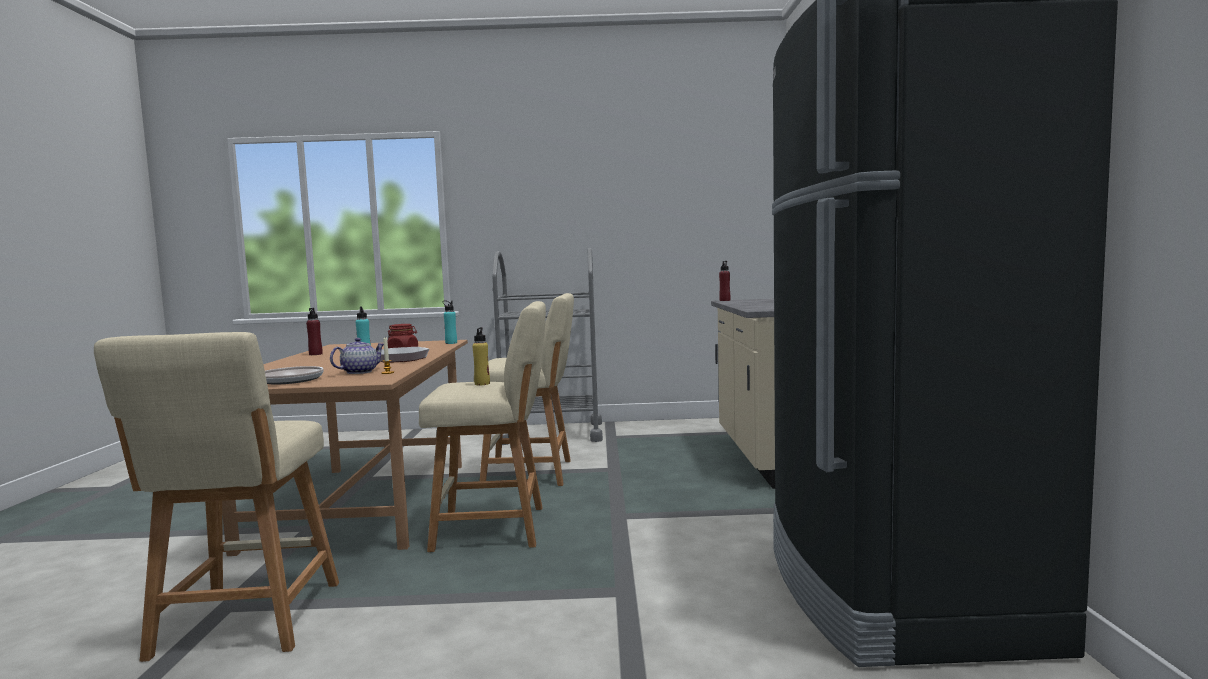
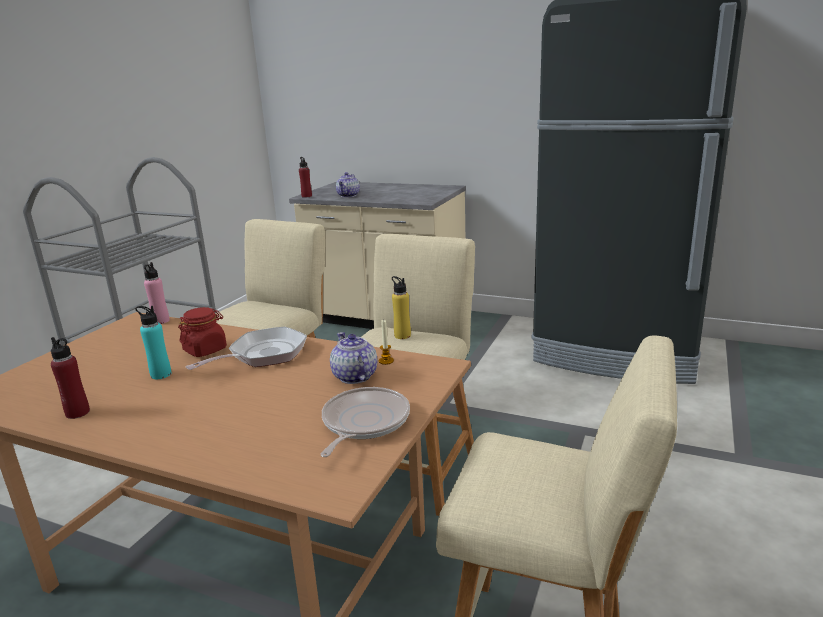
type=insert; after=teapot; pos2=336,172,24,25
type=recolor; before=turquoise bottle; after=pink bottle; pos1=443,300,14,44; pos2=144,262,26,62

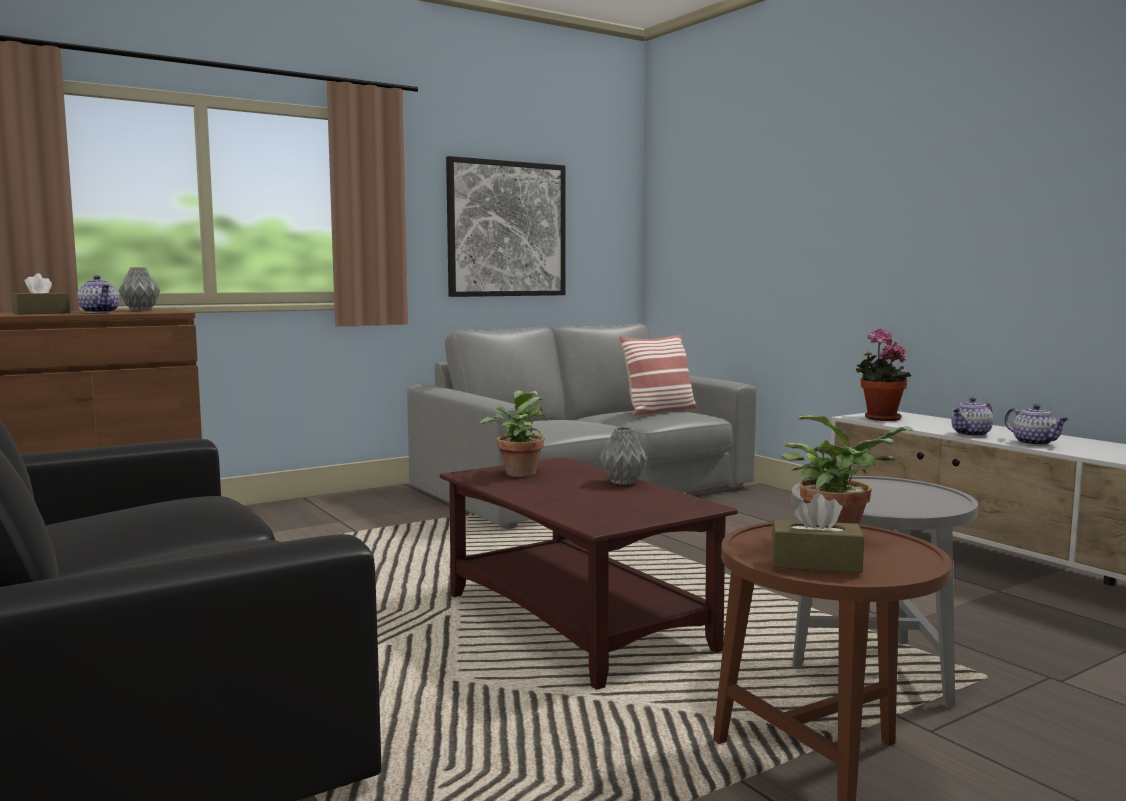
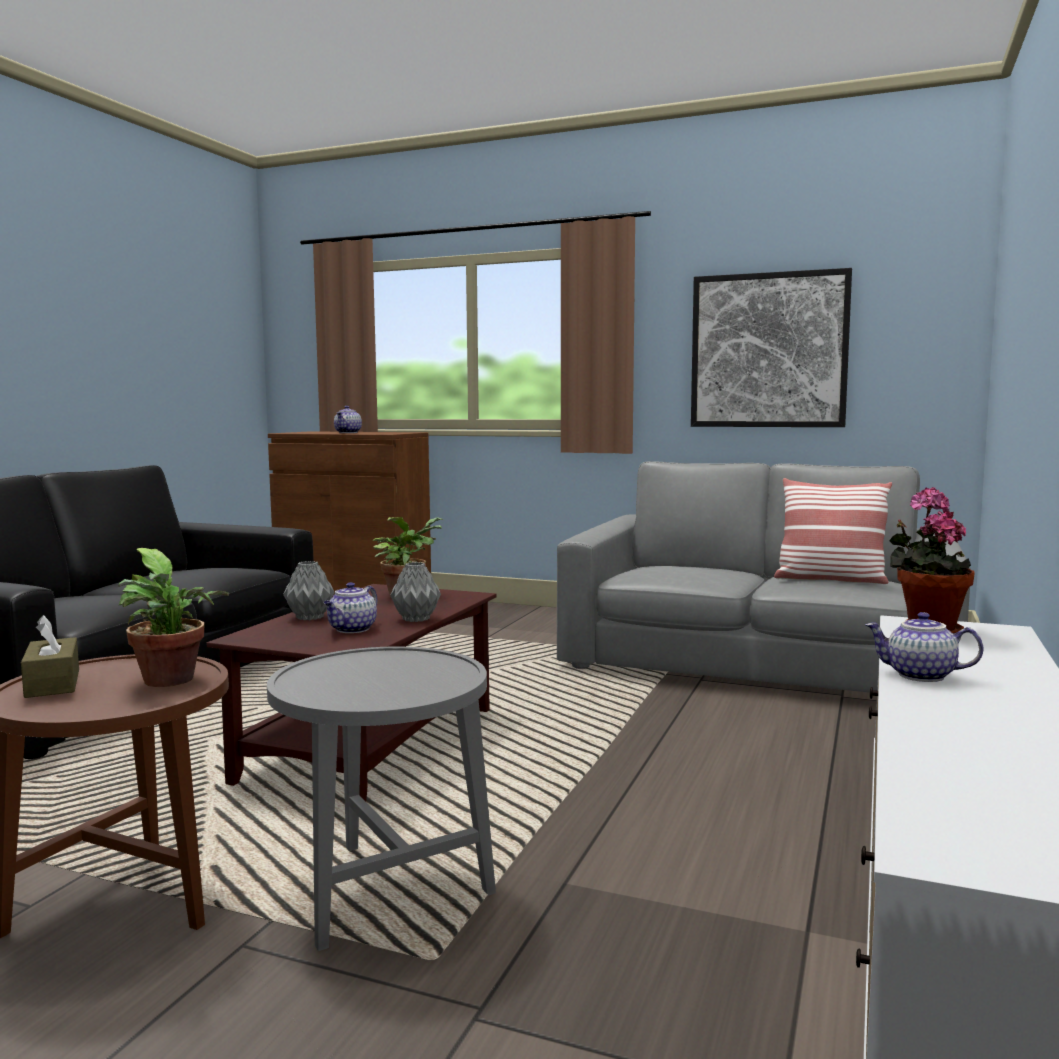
type=delete; before=brown tissue box; pos1=11,273,59,42
type=move; before=grey vase; pos1=119,267,41,44; pos2=283,561,52,59
type=move; before=teapot; pos1=1005,404,63,41; pos2=324,582,53,51

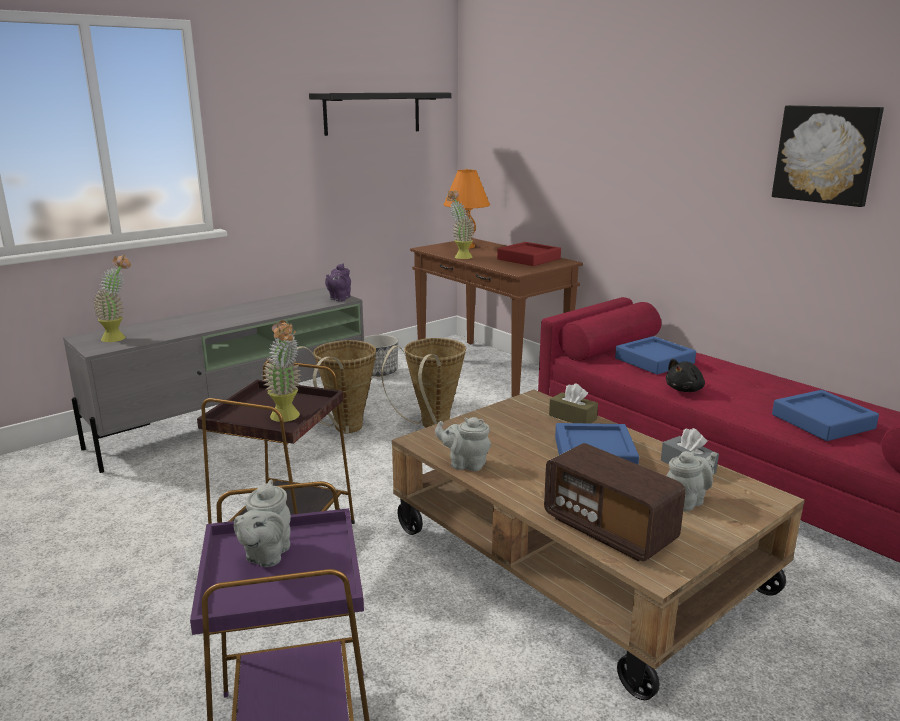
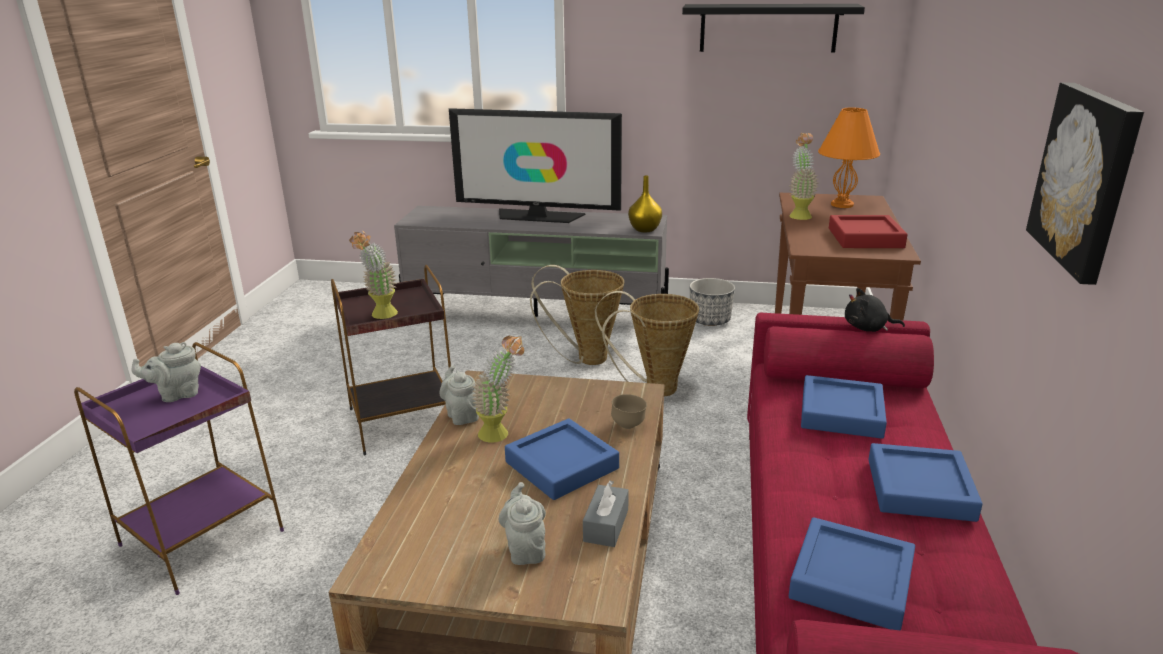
type=delete; before=radio; pos1=544,443,142,118
type=insert; after=television; pos2=449,108,173,115
type=insert; after=blue tray; pos2=868,443,114,79
type=move; before=potted plant; pos1=93,255,38,87; pos2=472,336,52,107
type=move; before=black plush toy; pos1=666,359,39,33; pos2=845,288,60,44
type=replace; before=purple teapot; after=yellow vase; pos1=325,264,26,37; pos2=628,175,34,57
type=replace; before=brown tissue box; after=brown bowl; pos1=549,383,49,40; pos2=611,394,36,35
type=rotate; before=grey teapot; pos1=667,451,50,60; pos2=498,482,48,83; turn=-120

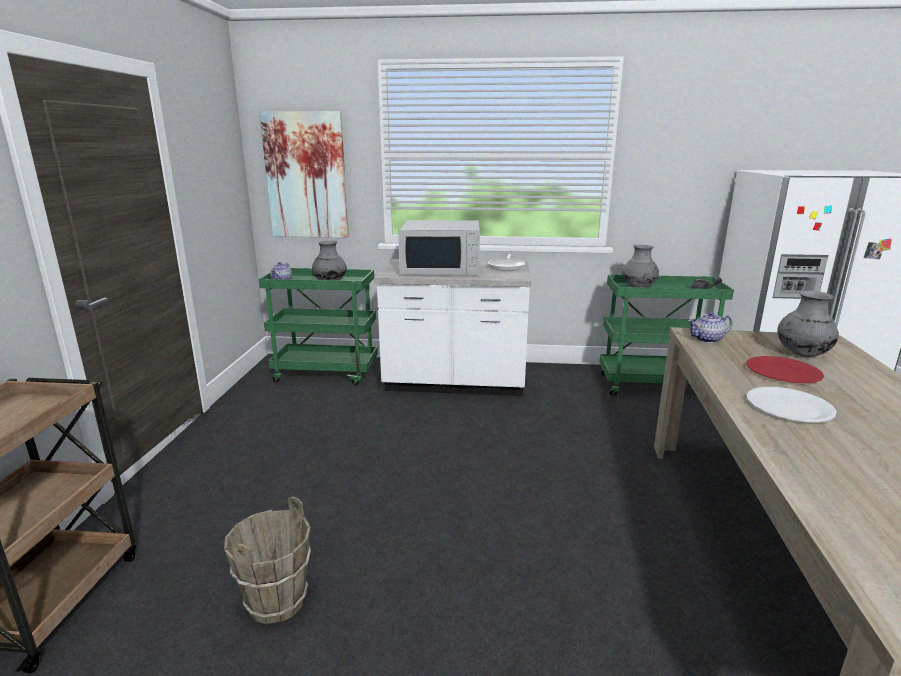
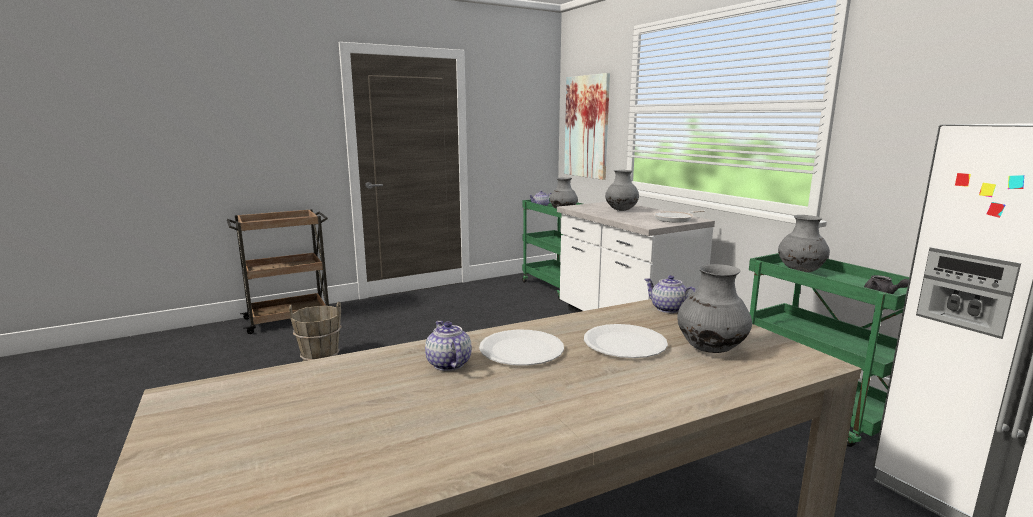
type=insert; after=teapot; pos2=425,321,47,50
type=replace; before=white microwave; after=grey vase; pos1=398,220,82,55; pos2=605,170,34,41
type=recolor; before=red plate; after=white plate; pos1=746,356,78,27; pos2=584,324,84,34

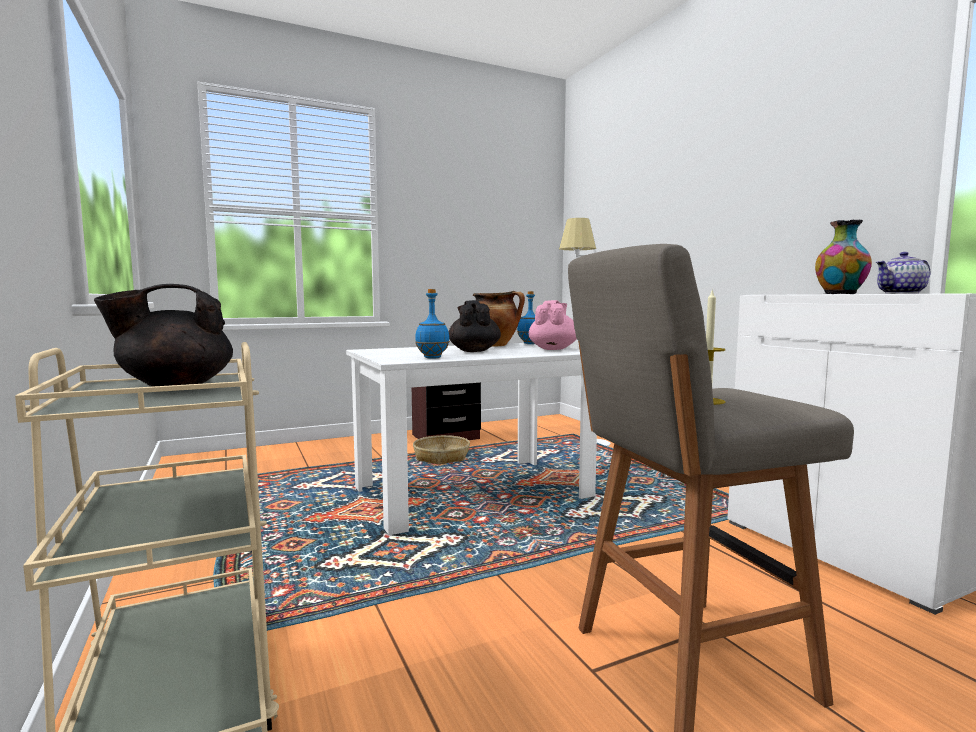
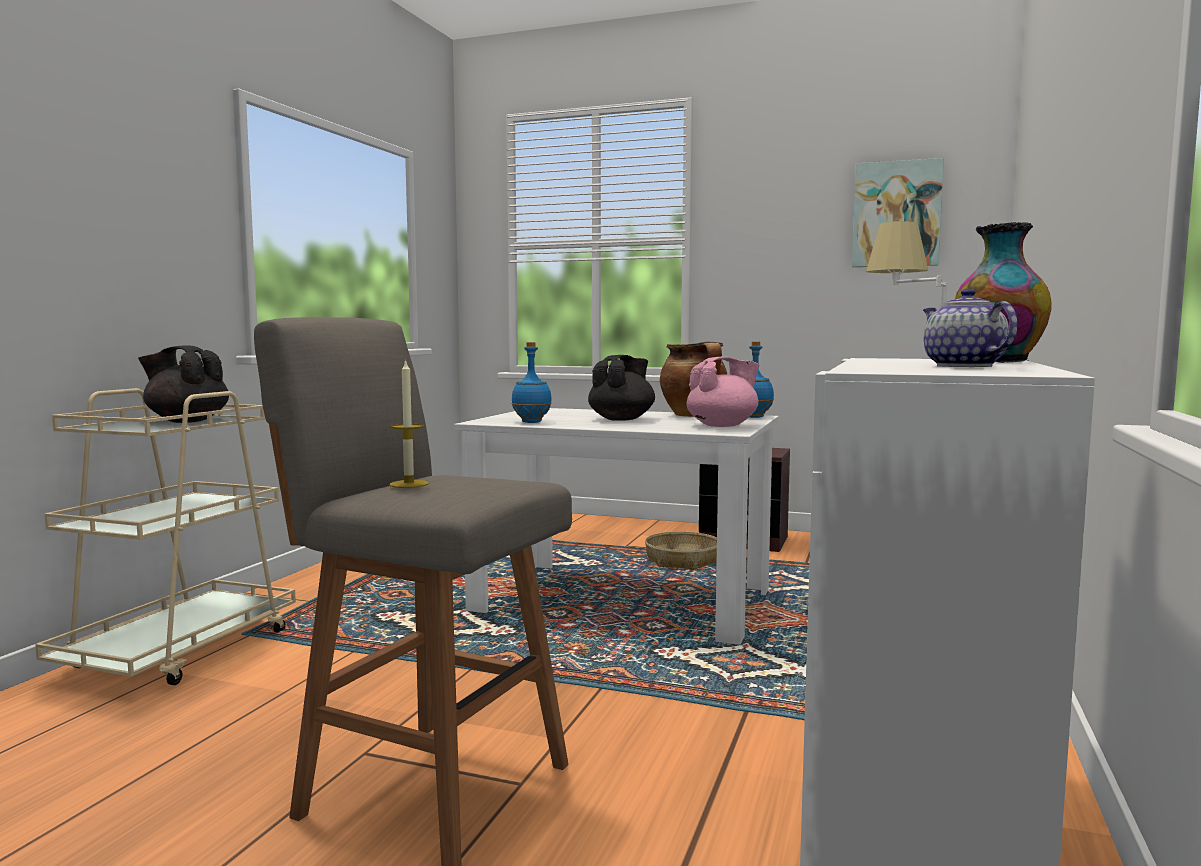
type=insert; after=picture; pos2=852,158,92,109
type=rotate; before=teapot; pos1=876,252,55,42; pos2=923,288,95,79; turn=45

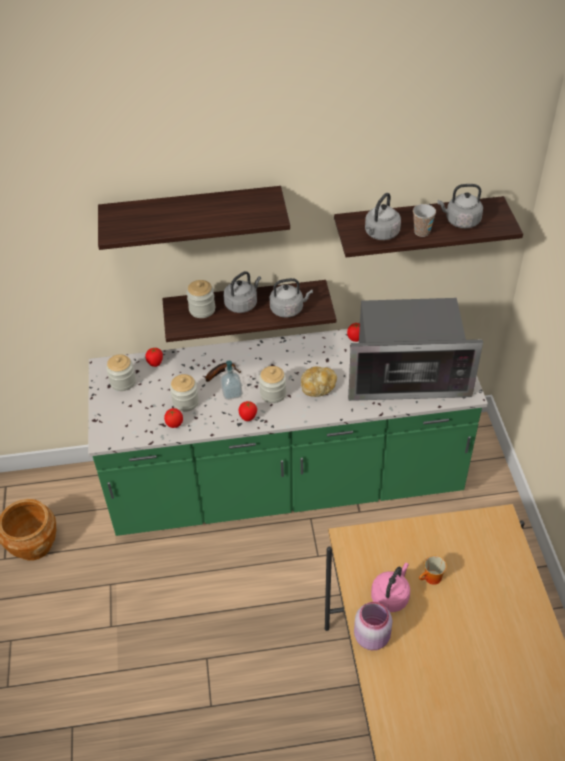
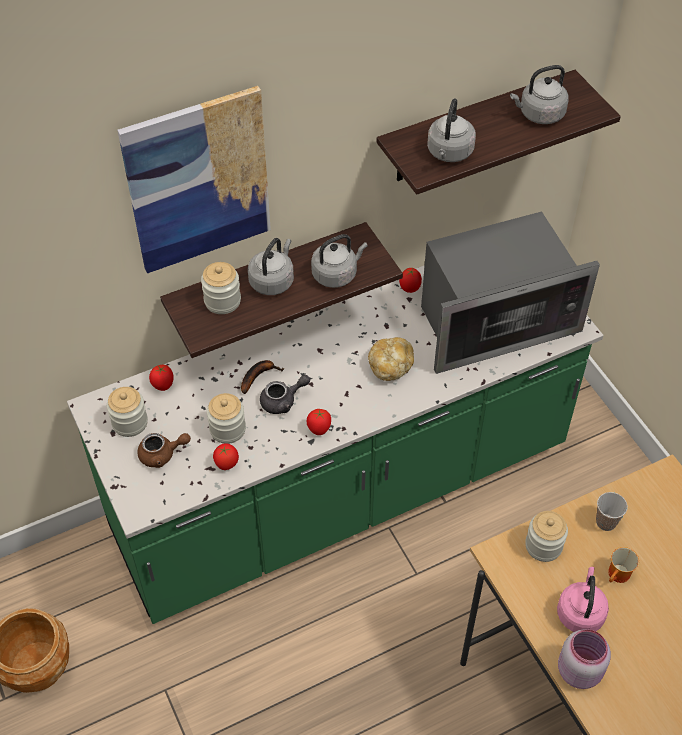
type=insert; after=brown teapot; pos2=138,433,53,35
type=move; before=jar; pos1=259,366,27,37; pos2=525,511,43,51
type=move; before=cup; pos1=413,204,23,33; pos2=596,492,32,39
type=replace; before=shelf; after=picture; pos1=98,186,192,64; pos2=117,86,154,187
type=replace; before=soap dispenser; after=grey teapot; pos1=220,361,22,39; pos2=260,375,50,39

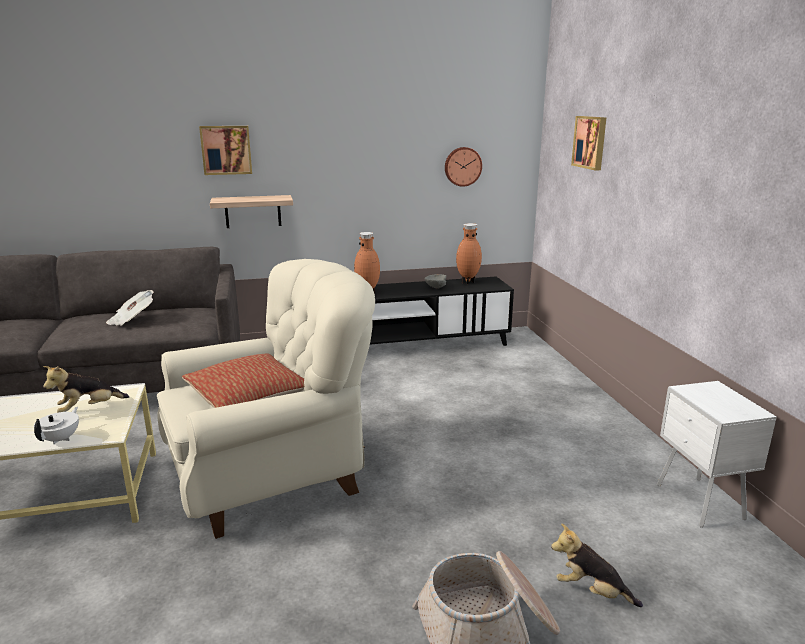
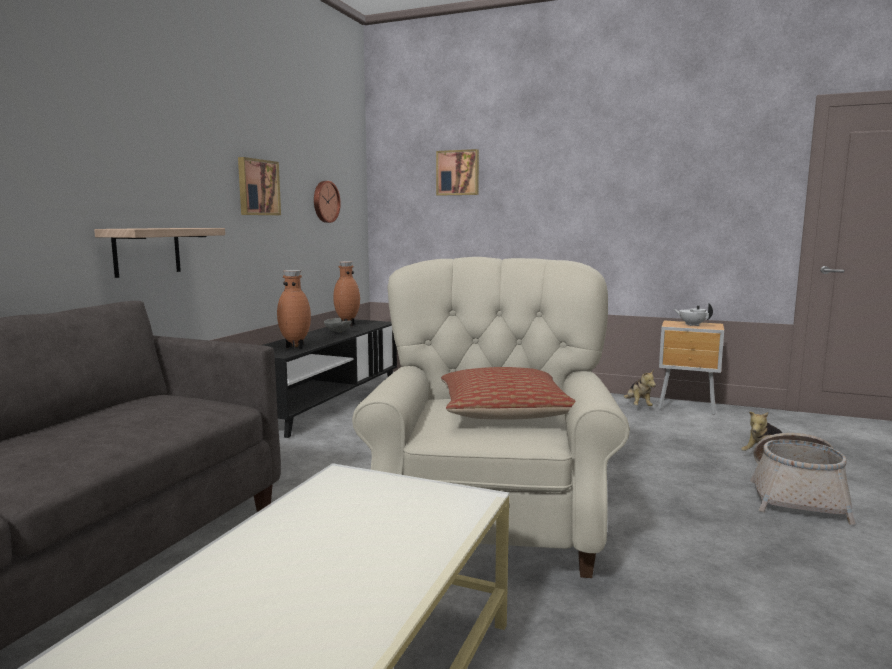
type=delete; before=newspaper; pos1=106,290,48,36
type=move; before=white teapot; pos1=34,407,45,37; pos2=674,303,39,23
type=move; before=plush toy; pos1=43,366,86,46; pos2=624,370,32,36
type=move; before=picture; pos1=199,126,53,49; pos2=238,157,43,58
type=recolor; before=white nightstand; after=brown nightstand; pos1=657,381,120,147; pos2=658,321,66,94

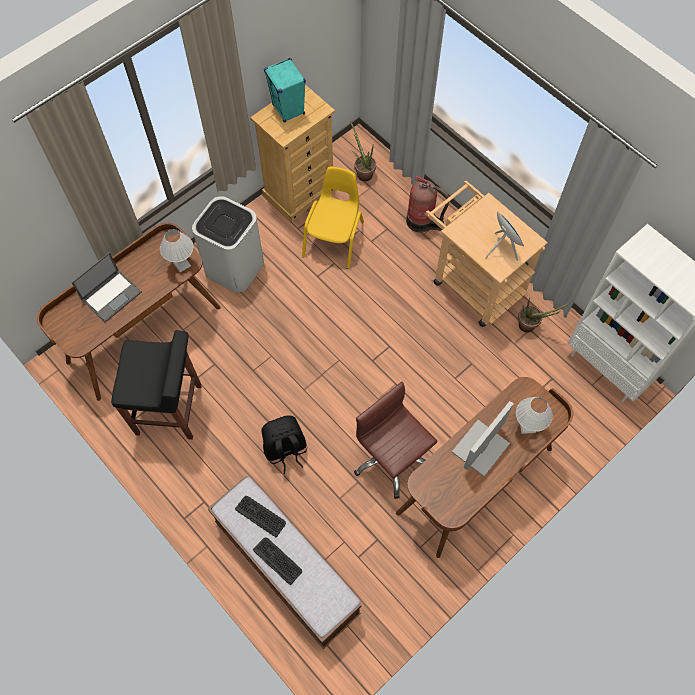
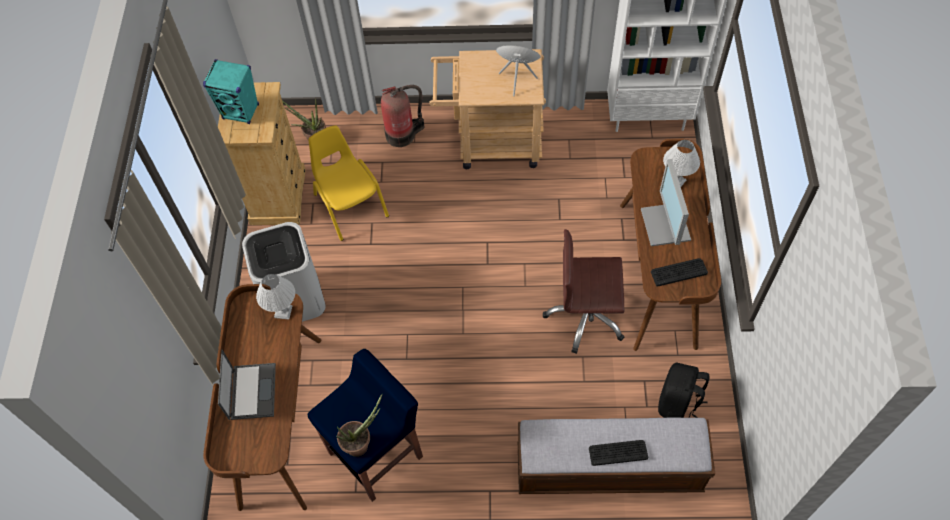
type=move; before=keyboard; pos1=235,496,51,41; pos2=651,258,57,29
type=move; before=black backpack; pos1=261,415,46,59; pos2=658,362,52,56
type=move; before=potted plant; pos1=518,298,52,35; pos2=336,394,46,63
type=recolor; before=black stool; after=blue stool; pos1=111,330,91,110; pos2=308,349,115,153

